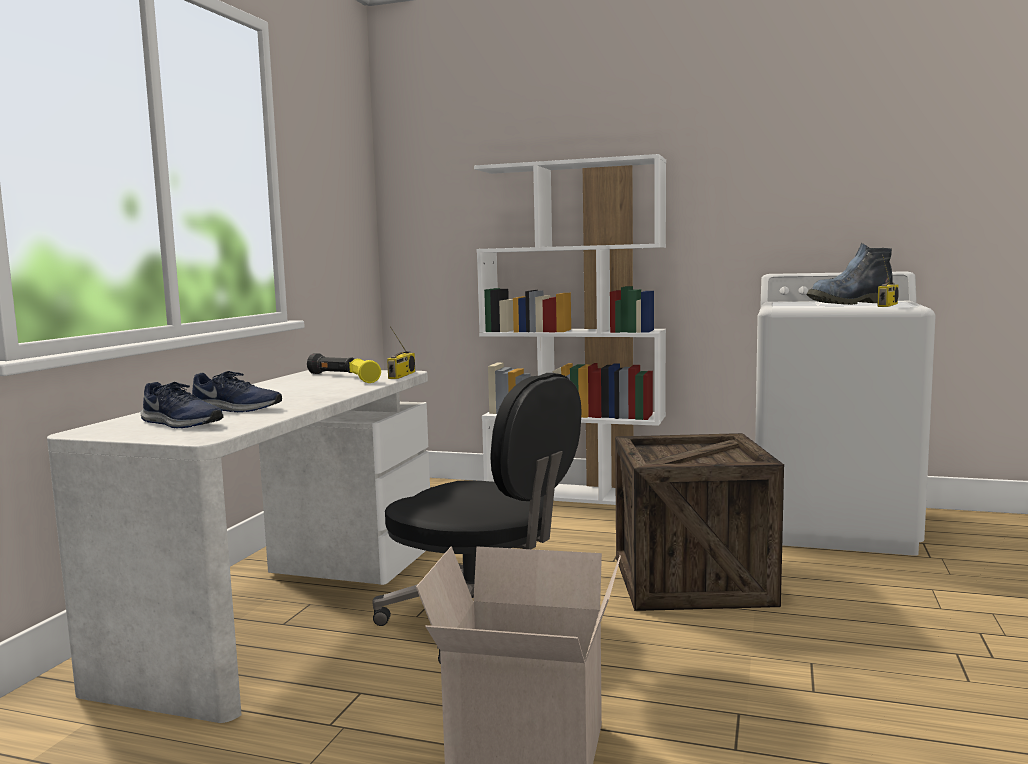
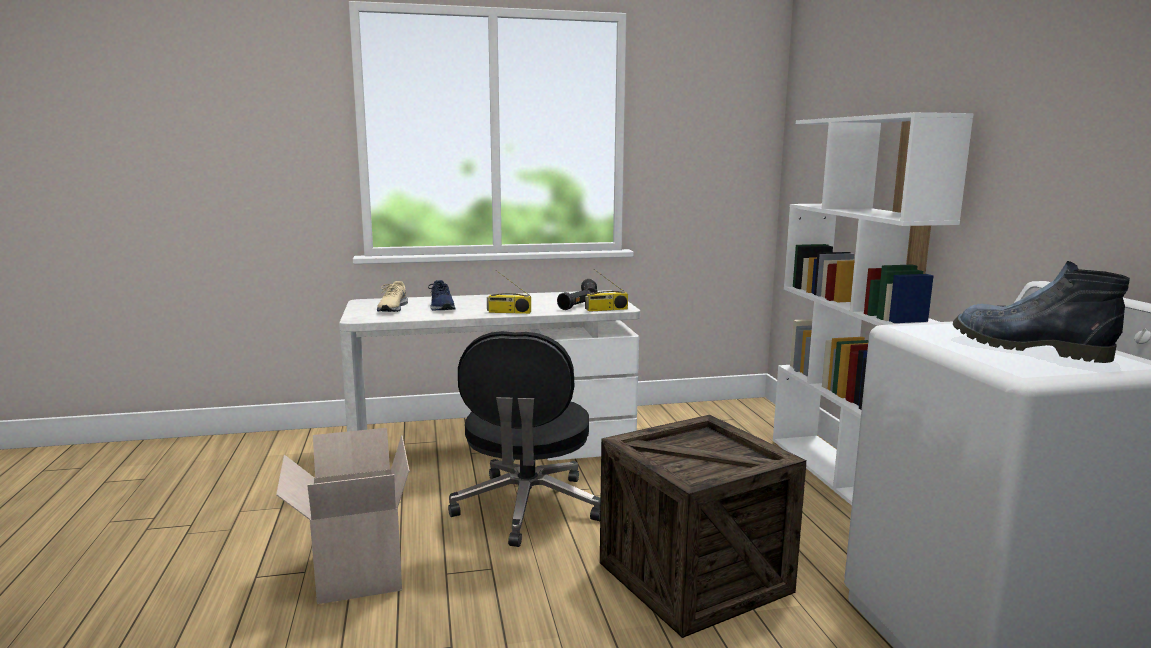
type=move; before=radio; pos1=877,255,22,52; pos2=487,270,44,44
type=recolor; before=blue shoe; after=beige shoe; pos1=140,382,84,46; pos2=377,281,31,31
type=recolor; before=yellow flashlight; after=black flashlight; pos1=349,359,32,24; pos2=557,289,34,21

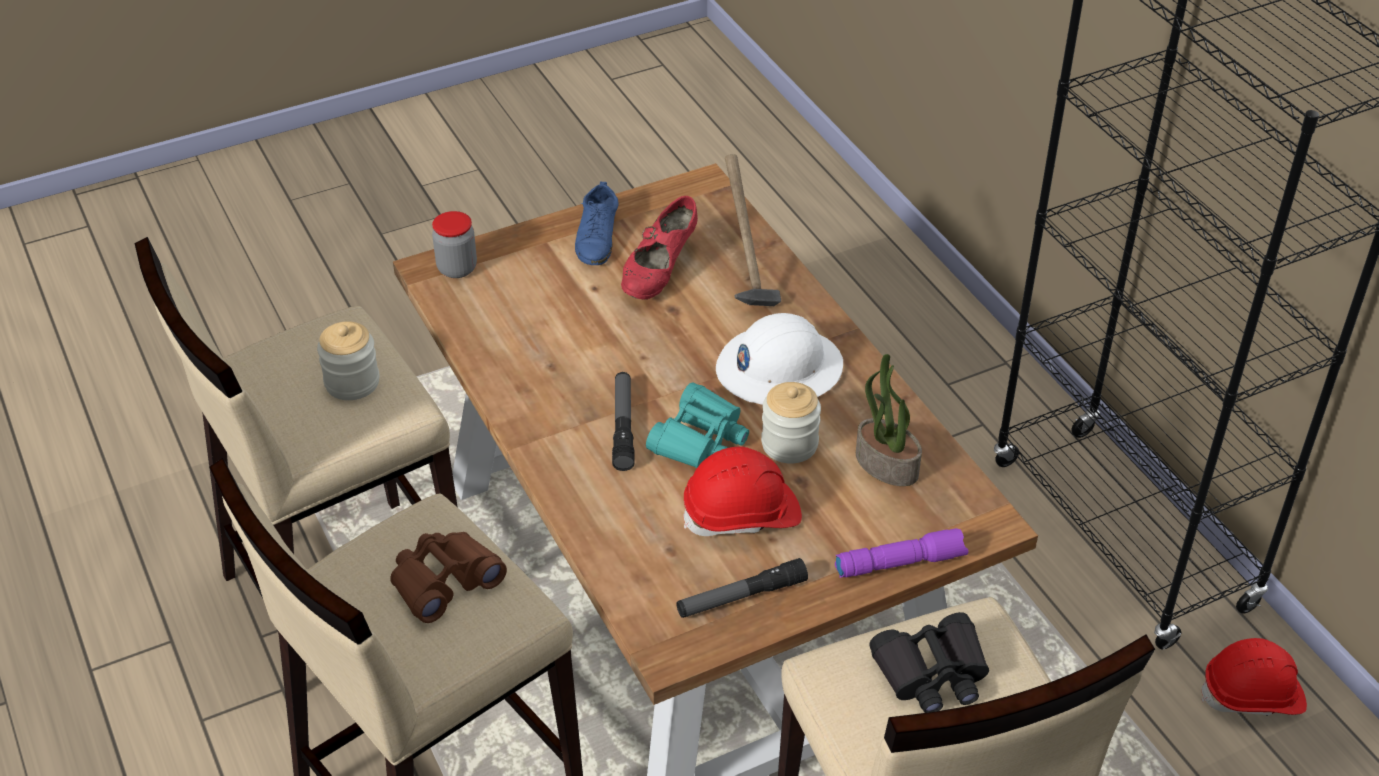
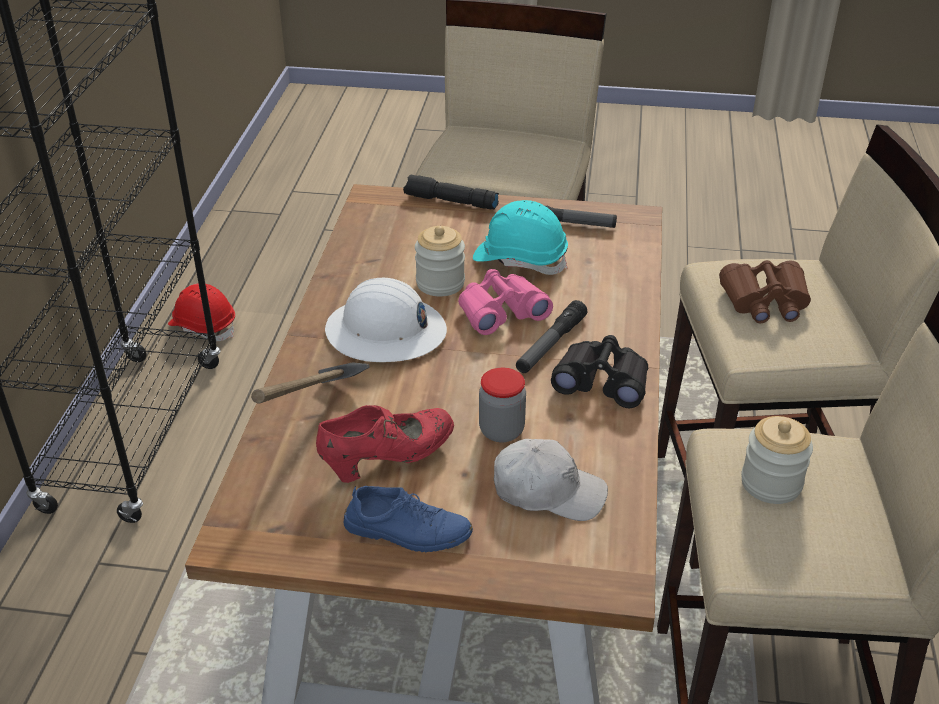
type=delete; before=potted plant; pos1=856,354,66,132
type=insert; after=white cap; pos2=494,439,114,82
type=move; before=jar; pos1=432,211,45,67; pos2=479,368,47,75
type=move; before=black binoculars; pos1=869,612,120,101; pos2=551,335,97,73
type=recolor; before=turquoise binoculars; after=pink binoculars; pos1=646,382,103,86; pos2=458,269,95,66
type=recolor; before=red hard hat; after=turquoise hard hat; pos1=683,447,119,89; pos2=473,200,95,75
type=recolor; before=purple flashlight; after=black flashlight; pos1=835,528,134,50; pos2=403,175,96,35
type=rotate; before=blue shoe; pos1=575,182,44,83; pos2=344,486,129,66; turn=60

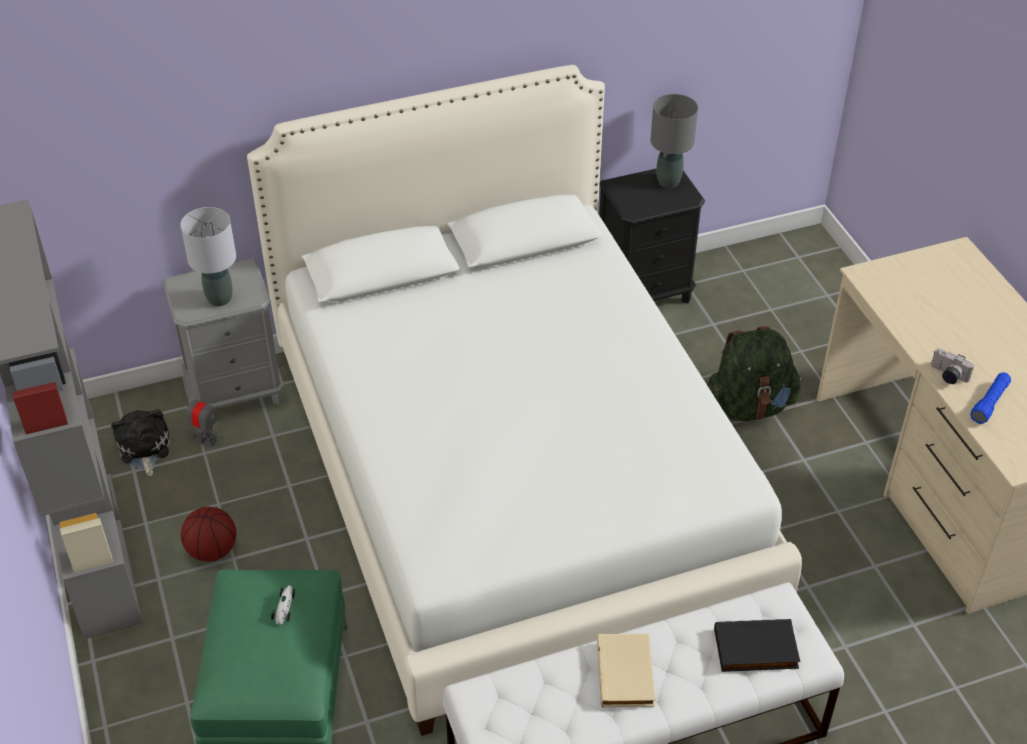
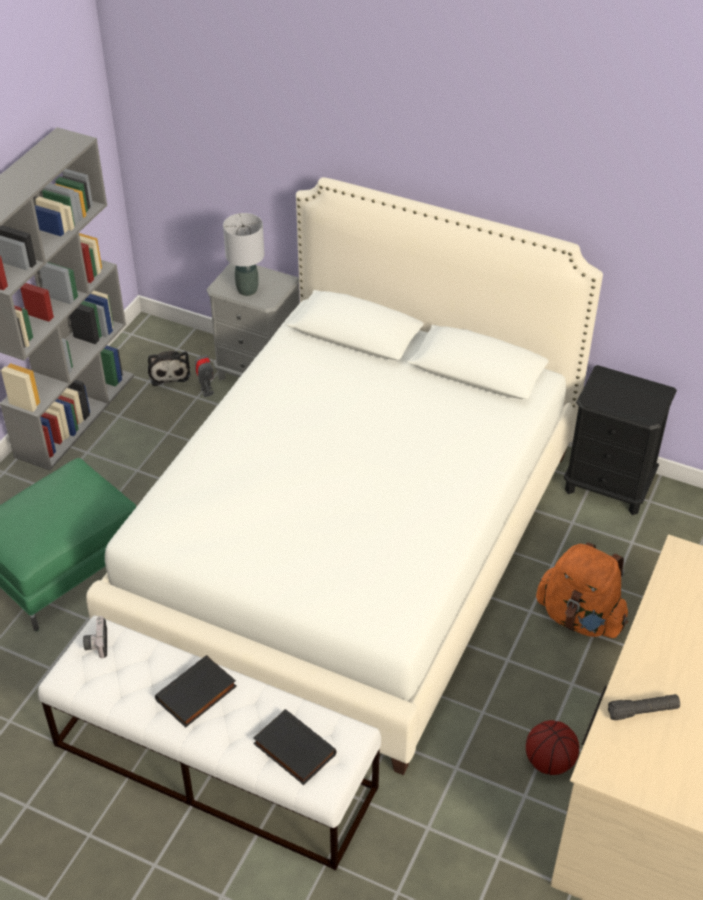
type=delete; before=toy car; pos1=271,585,24,40
type=delete; before=grey table lamp; pos1=650,94,48,94
type=move; before=basketball; pos1=181,507,55,55; pos2=526,720,53,55
type=move; before=photo camera; pos1=931,348,43,36; pos2=83,616,24,42
type=recolor; before=beige book; after=black book; pos1=597,634,58,74; pos2=155,655,82,73
type=recolor; before=green backpack; after=orange backpack; pos1=707,326,95,95; pos2=536,542,92,96
type=recolor; before=blue flashlight; after=black flashlight; pos1=970,372,41,52; pos2=608,694,72,26
type=rotate; before=plush toy; pos1=111,409,59,67; pos2=148,351,42,35; turn=135

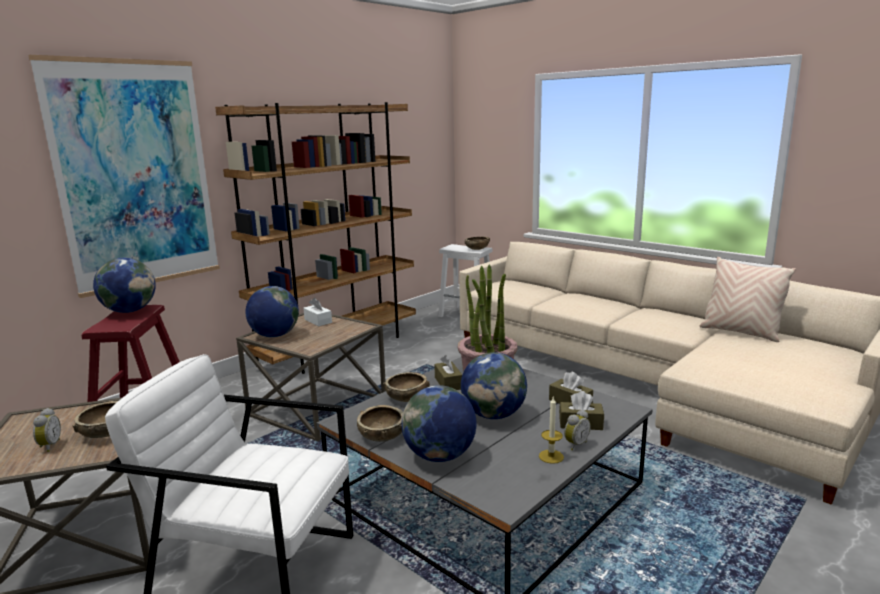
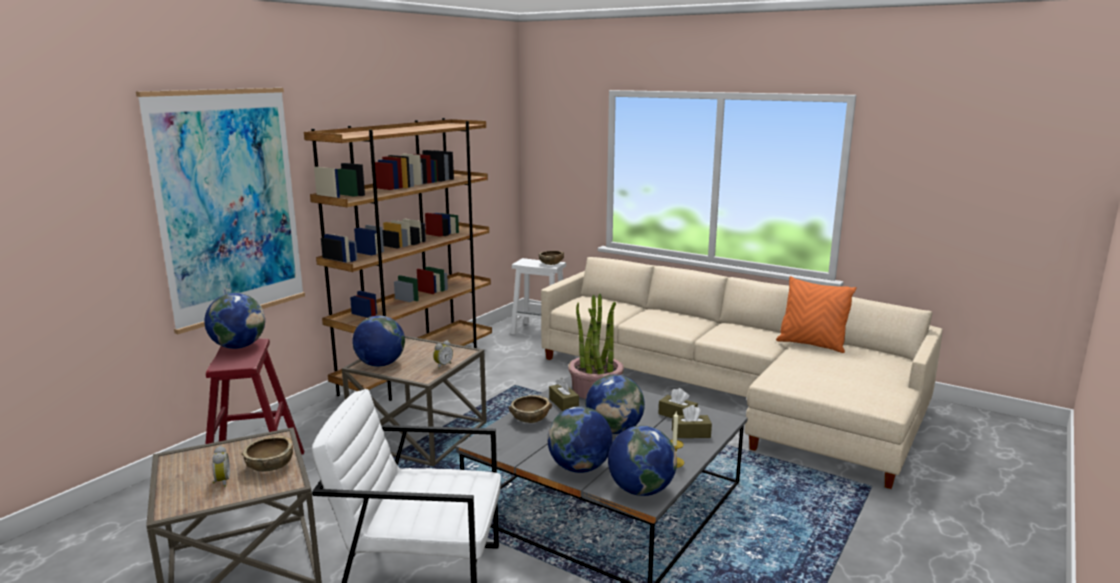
type=delete; before=white tissue box; pos1=303,298,29,28
type=delete; before=brown bowl; pos1=357,405,46,37
type=insert; after=globe; pos2=608,425,69,71
type=move; before=alarm clock; pos1=564,410,27,40; pos2=433,340,20,29
type=recolor; before=beige pillow; after=orange pillow; pos1=700,257,96,85; pos2=776,276,81,77

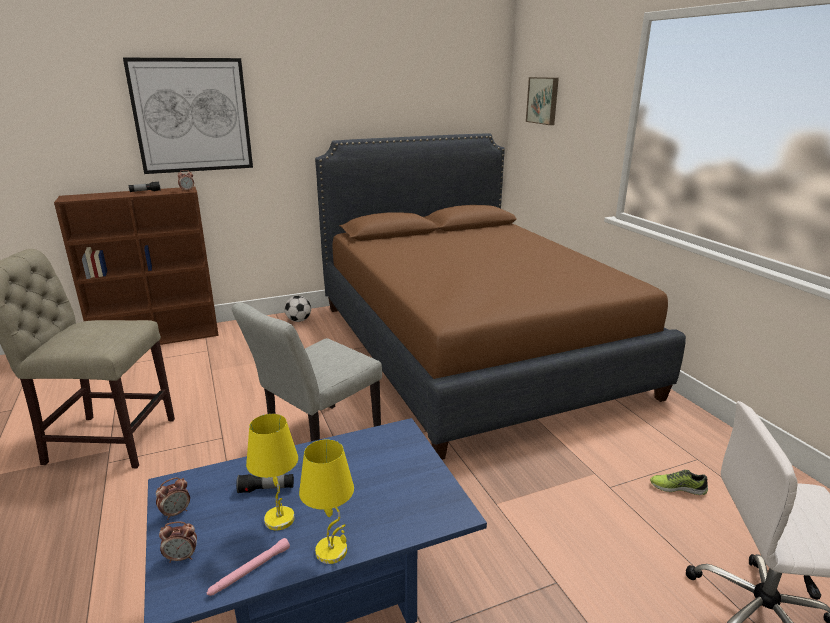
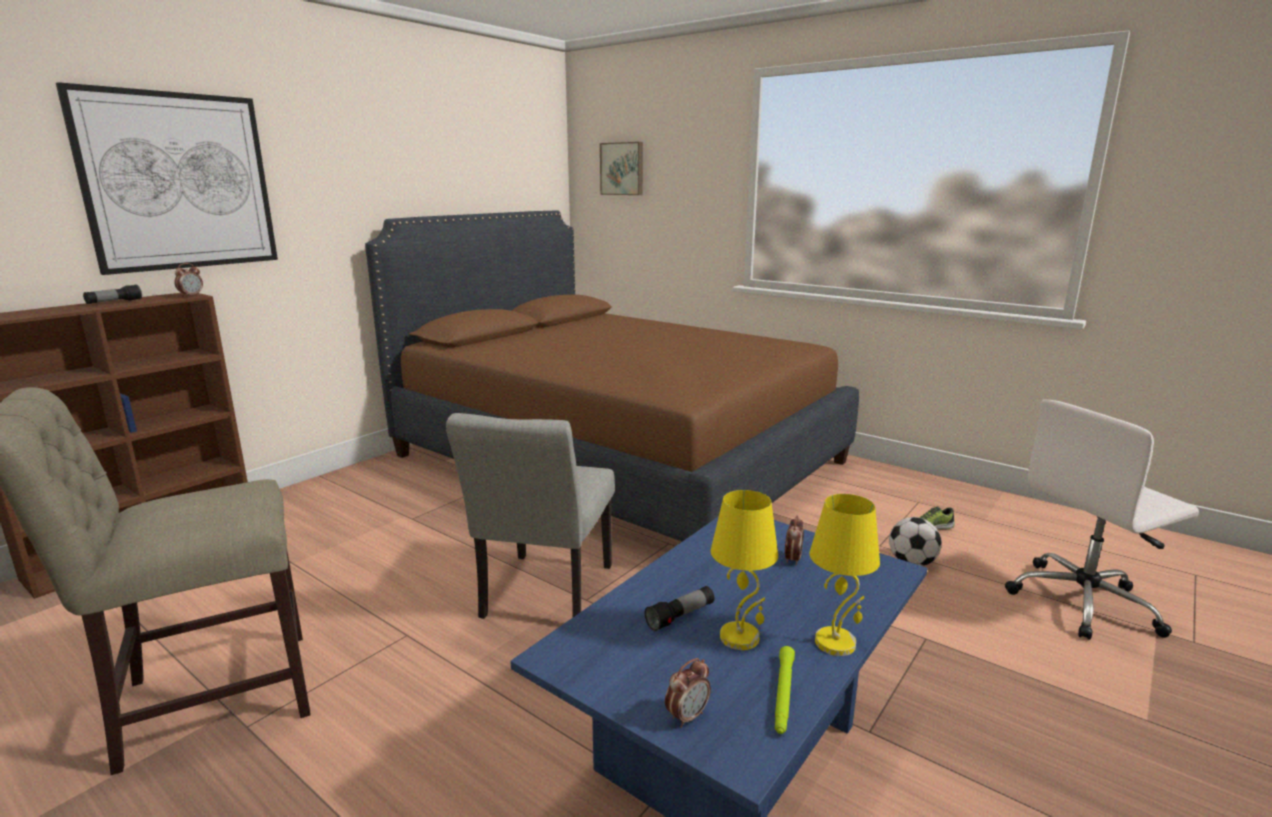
type=move; before=alarm clock; pos1=156,477,34,43; pos2=785,515,19,51
type=move; before=football; pos1=285,296,26,26; pos2=889,517,53,49
type=recolor; before=pink flashlight; after=green flashlight; pos1=207,538,83,58; pos2=775,646,20,88

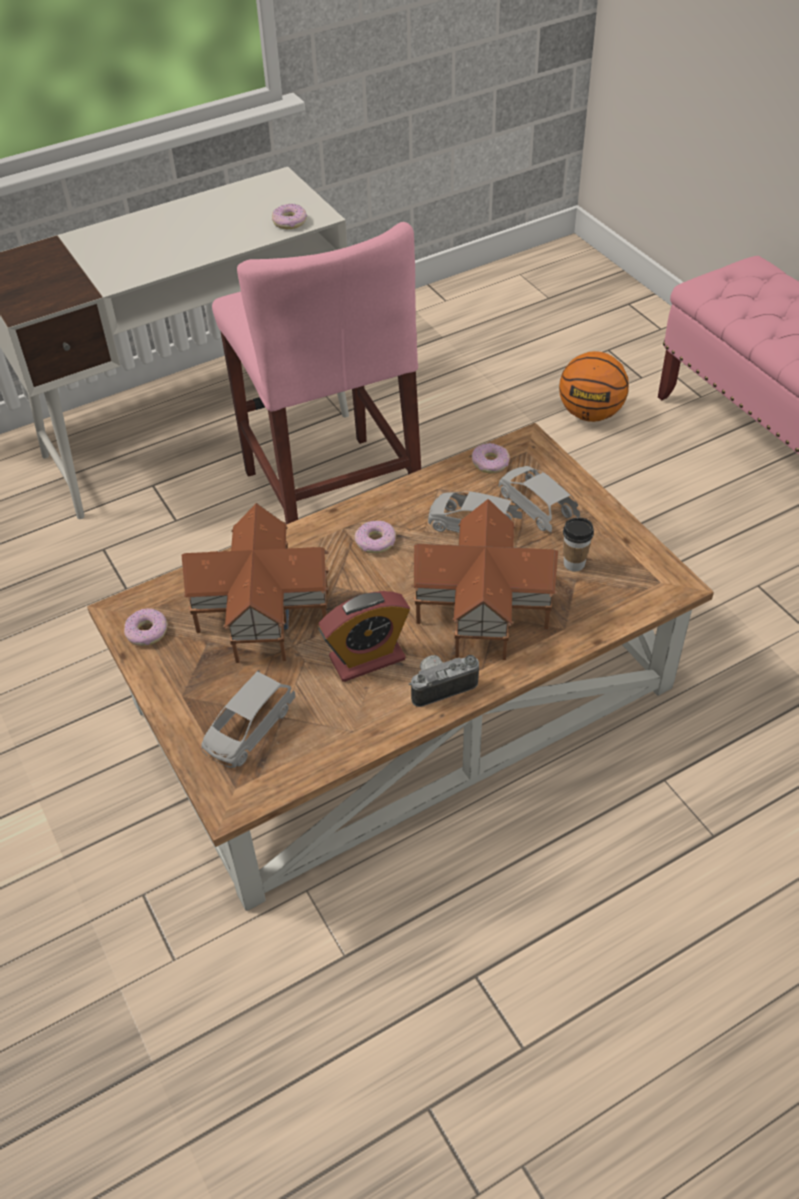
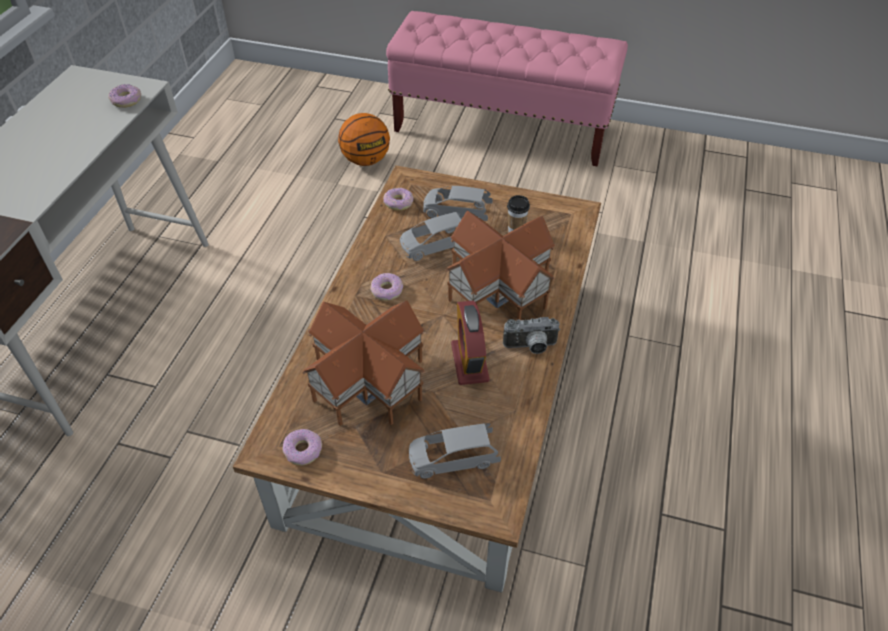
type=delete; before=pink stool; pos1=212,222,209,303
type=rotate; before=grey toy car; pos1=201,670,94,98; pos2=409,423,92,56; turn=90
type=rotate; before=alarm clock; pos1=318,591,92,91; pos2=451,300,39,85; turn=150
type=rotate; before=photo camera; pos1=409,655,70,52; pos2=503,317,57,37; turn=-120

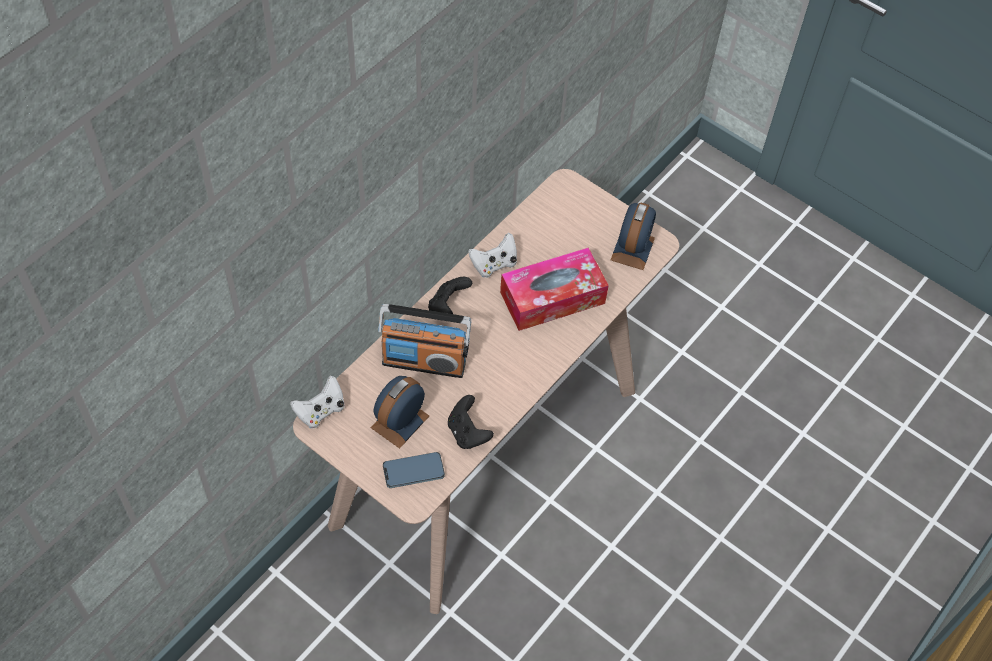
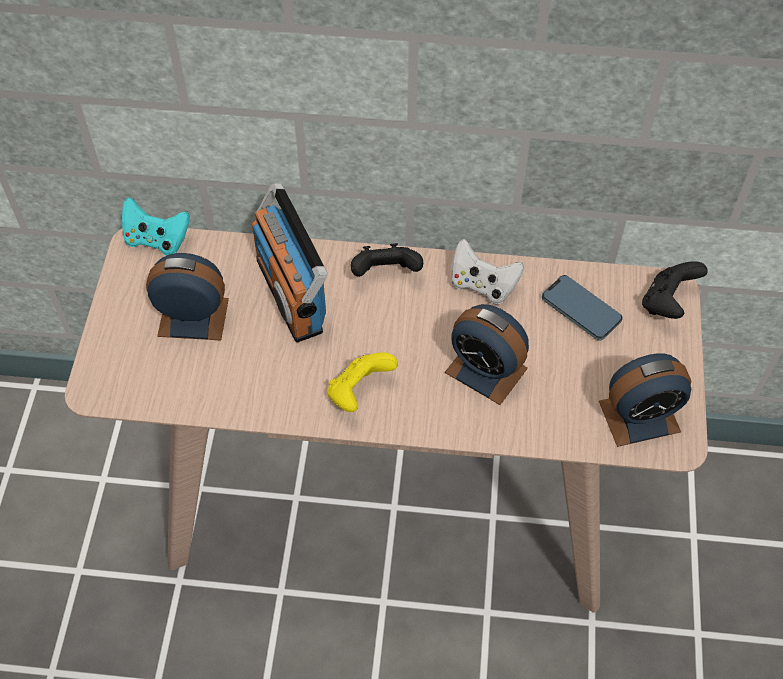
type=insert; after=yellow game controller; pos2=327,352,71,60
type=move; before=phone; pos1=383,452,62,36; pos2=542,275,81,66
type=move; before=black game controller; pos1=448,395,46,54; pos2=642,261,66,58
type=replace; before=tissue box; after=alarm clock; pos1=500,248,109,83; pos2=445,304,84,101
type=recolor; before=white game controller; after=turquoise game controller; pos1=290,376,55,53; pos2=122,198,68,58

